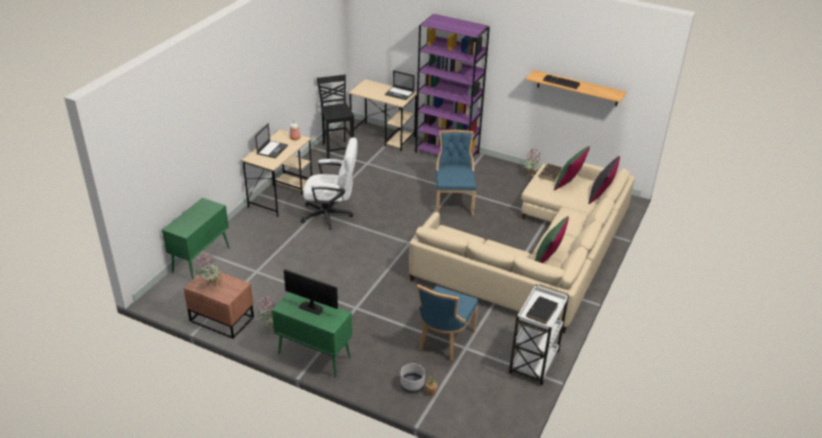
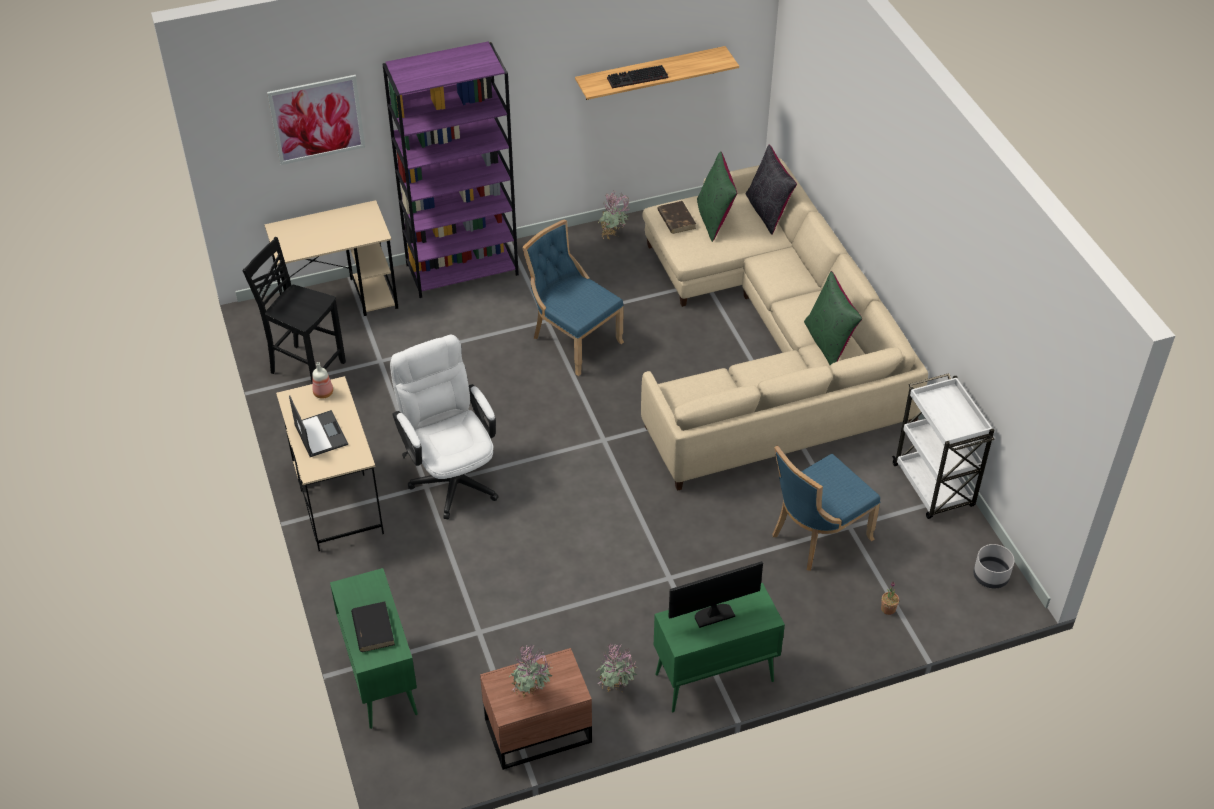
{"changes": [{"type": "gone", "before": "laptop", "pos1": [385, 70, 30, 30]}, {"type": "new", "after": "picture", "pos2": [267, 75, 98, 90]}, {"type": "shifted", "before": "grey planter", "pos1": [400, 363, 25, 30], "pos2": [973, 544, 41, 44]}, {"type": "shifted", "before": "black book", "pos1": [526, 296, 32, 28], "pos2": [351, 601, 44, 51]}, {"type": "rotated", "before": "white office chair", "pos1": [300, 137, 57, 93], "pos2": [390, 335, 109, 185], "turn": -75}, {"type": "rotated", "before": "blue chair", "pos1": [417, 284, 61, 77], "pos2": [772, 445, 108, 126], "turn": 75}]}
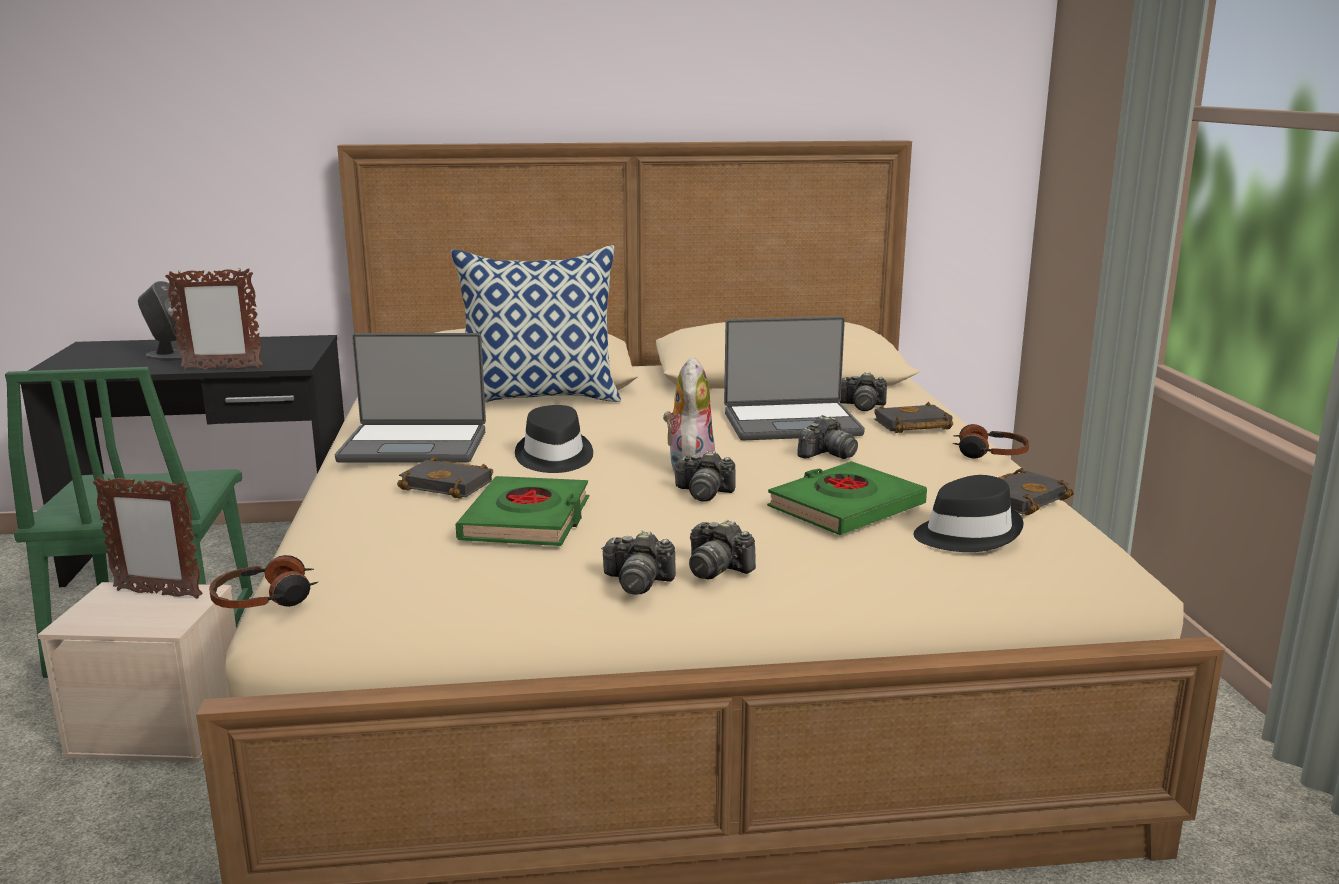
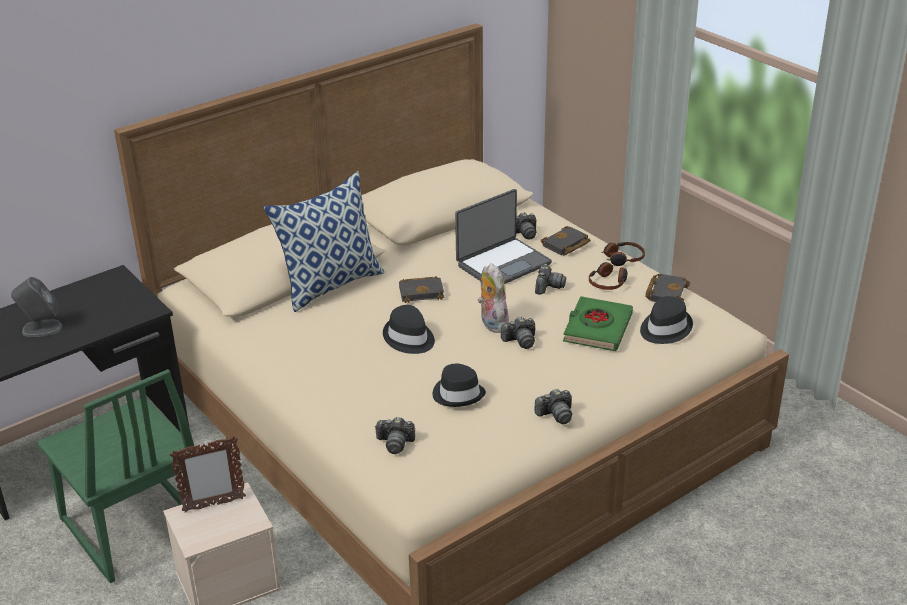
{"changes": [{"type": "gone", "before": "picture frame", "pos1": [165, 269, 98, 101]}, {"type": "gone", "before": "laptop", "pos1": [335, 333, 151, 129]}, {"type": "shifted", "before": "headphones", "pos1": [209, 555, 109, 54], "pos2": [589, 262, 39, 28]}, {"type": "shifted", "before": "black book", "pos1": [397, 457, 96, 42], "pos2": [399, 276, 45, 27]}, {"type": "shifted", "before": "photo camera", "pos1": [689, 520, 67, 60], "pos2": [374, 417, 41, 37]}, {"type": "swapped", "before": "green book", "after": "black hat", "pos1": [456, 476, 133, 70], "pos2": [432, 364, 54, 43]}]}
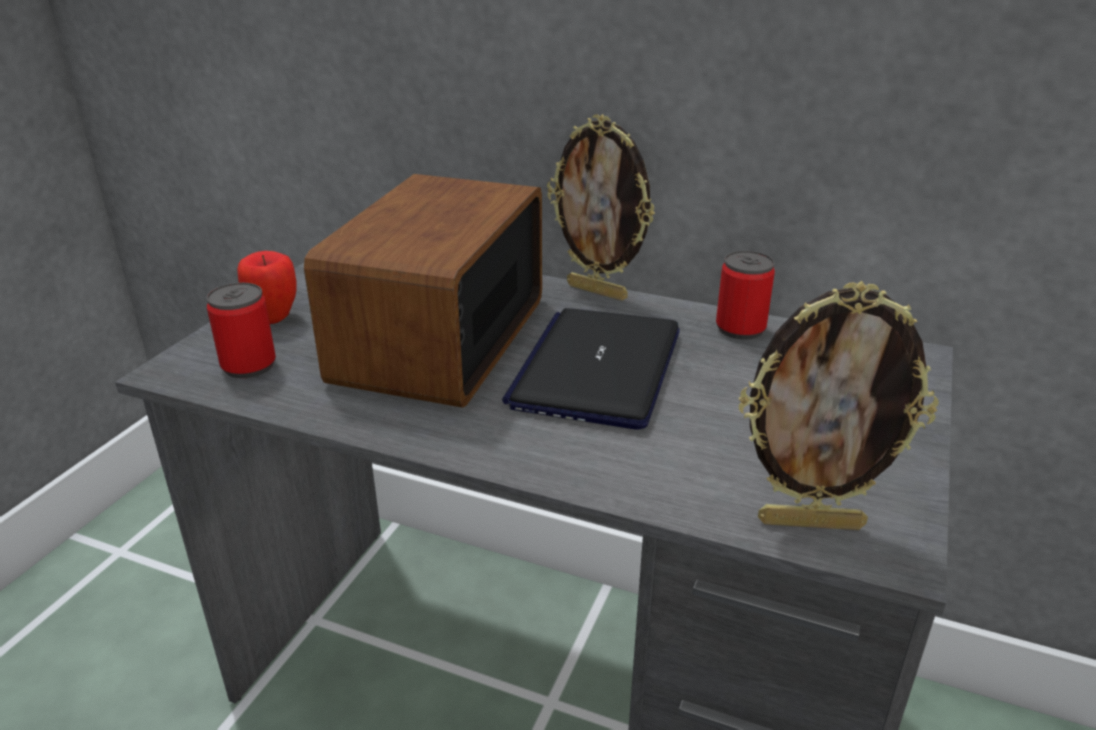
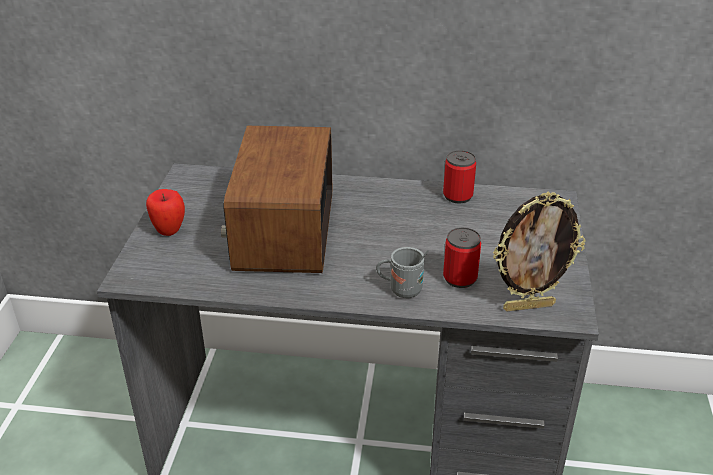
{"changes": [{"type": "gone", "before": "laptop", "pos1": [502, 308, 178, 121]}, {"type": "gone", "before": "picture frame", "pos1": [547, 114, 108, 187]}, {"type": "new", "after": "grey mug", "pos2": [376, 247, 53, 51]}, {"type": "shifted", "before": "can", "pos1": [207, 283, 69, 95], "pos2": [443, 227, 38, 61]}]}
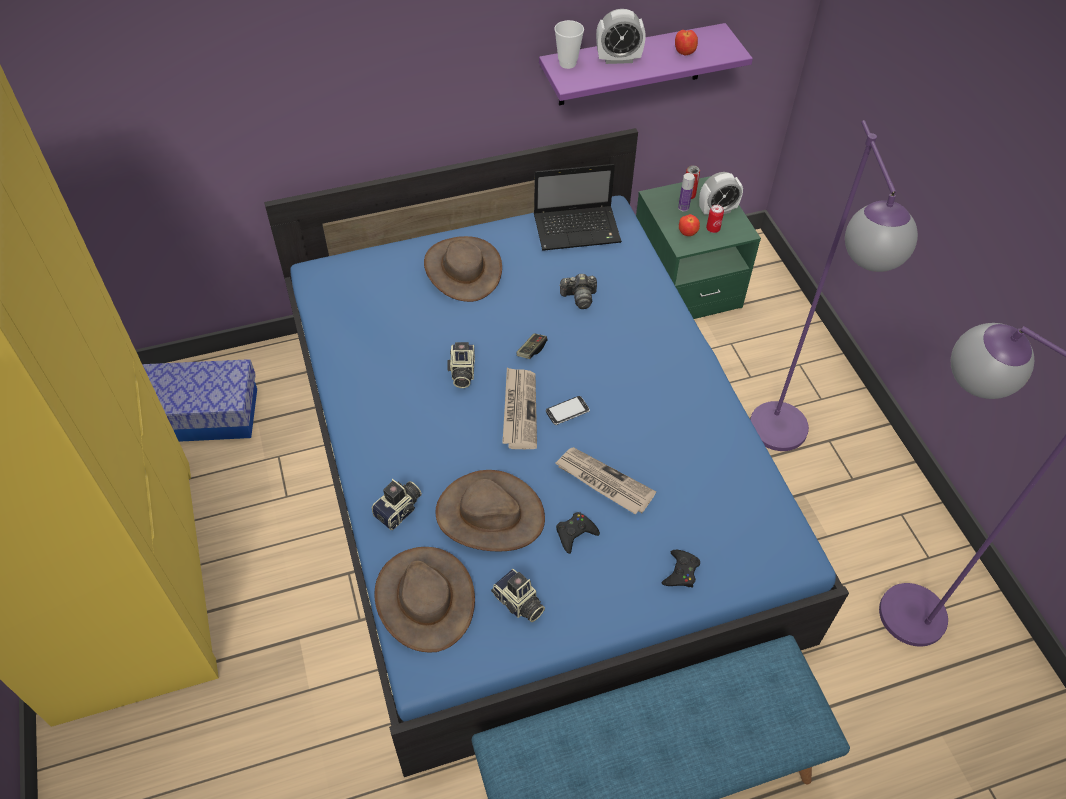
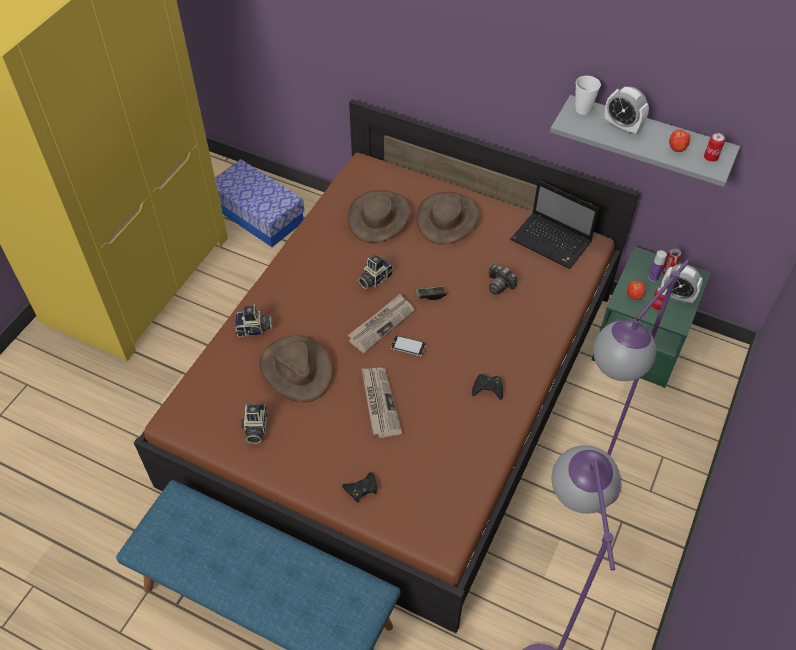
{"changes": [{"type": "new", "after": "can", "pos2": [704, 133, 21, 29]}, {"type": "shifted", "before": "brown hat", "pos1": [374, 547, 101, 105], "pos2": [348, 190, 63, 53]}, {"type": "shifted", "before": "black game controller", "pos1": [556, 512, 44, 42], "pos2": [472, 374, 31, 26]}, {"type": "repainted", "before": "blue bed", "after": "brown bed", "pos1": [264, 128, 585, 649], "pos2": [134, 99, 506, 534]}, {"type": "repainted", "before": "purple shelf", "after": "grey shelf", "pos1": [539, 23, 214, 82], "pos2": [550, 95, 190, 92]}]}
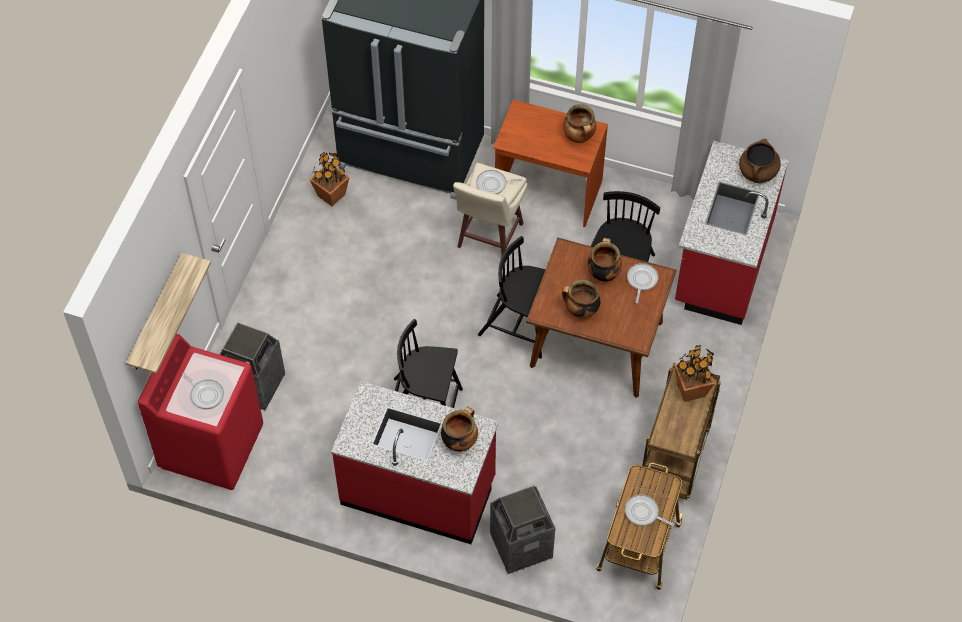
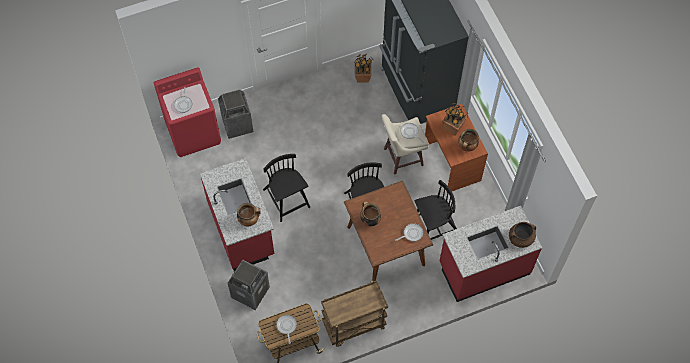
{"changes": [{"type": "gone", "before": "shelf", "pos1": [126, 253, 85, 121]}, {"type": "gone", "before": "cooking pot", "pos1": [588, 238, 34, 44]}, {"type": "shifted", "before": "potted plant", "pos1": [674, 345, 41, 57], "pos2": [443, 103, 25, 33]}]}
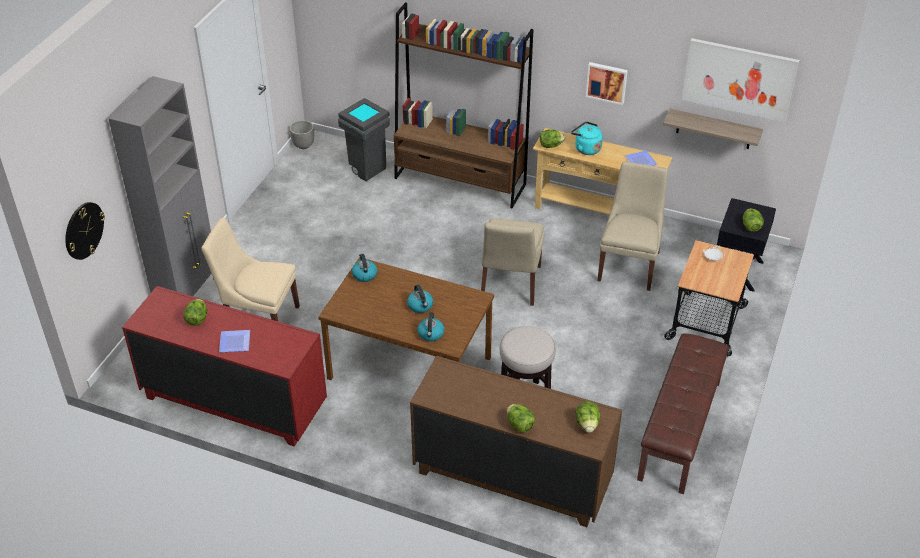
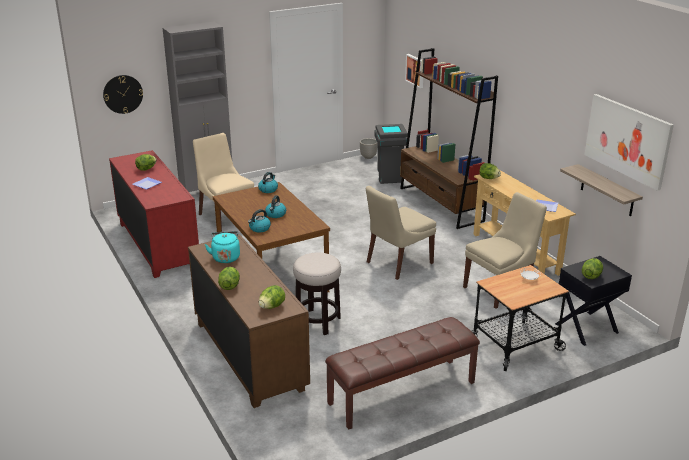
{"changes": [{"type": "shifted", "before": "turquoise kettle", "pos1": [571, 121, 32, 34], "pos2": [205, 231, 35, 32]}, {"type": "shifted", "before": "picture", "pos1": [586, 62, 42, 43], "pos2": [405, 54, 18, 34]}]}
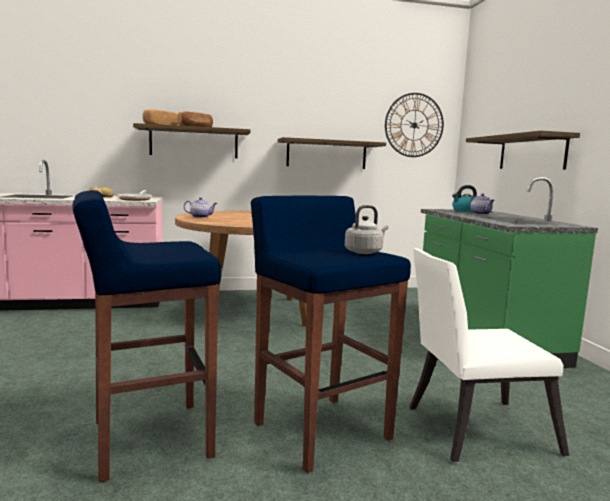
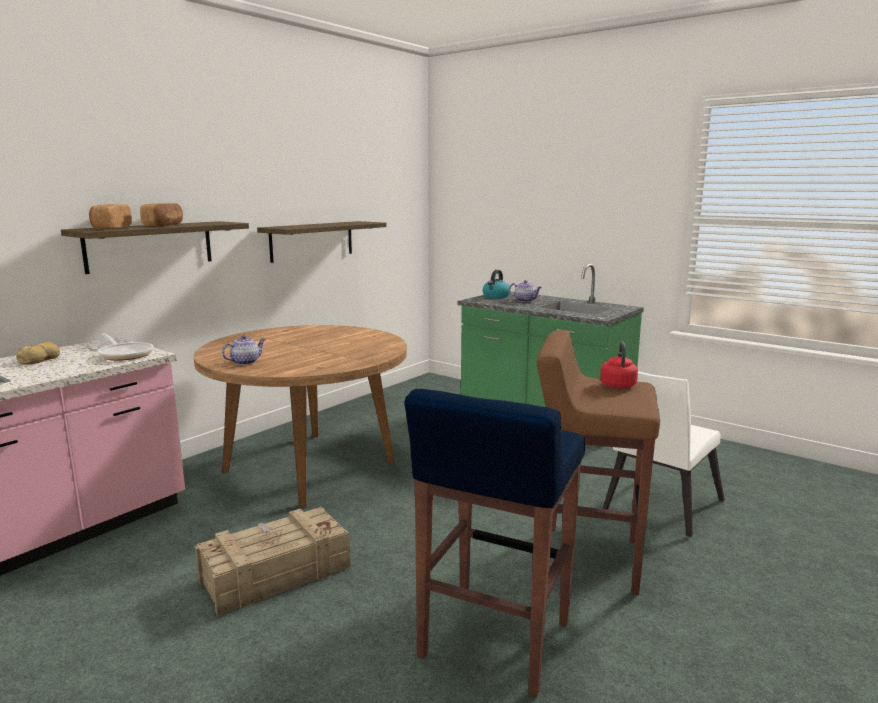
{"changes": [{"type": "gone", "before": "wall clock", "pos1": [385, 93, 59, 64]}, {"type": "gone", "before": "shelf", "pos1": [466, 131, 114, 38]}, {"type": "new", "after": "crate", "pos2": [195, 507, 156, 109]}, {"type": "repainted", "before": "blue stool", "after": "brown stool", "pos1": [251, 196, 160, 277], "pos2": [536, 330, 124, 265]}, {"type": "repainted", "before": "grey kettle", "after": "red kettle", "pos1": [345, 205, 43, 49], "pos2": [600, 342, 38, 46]}]}
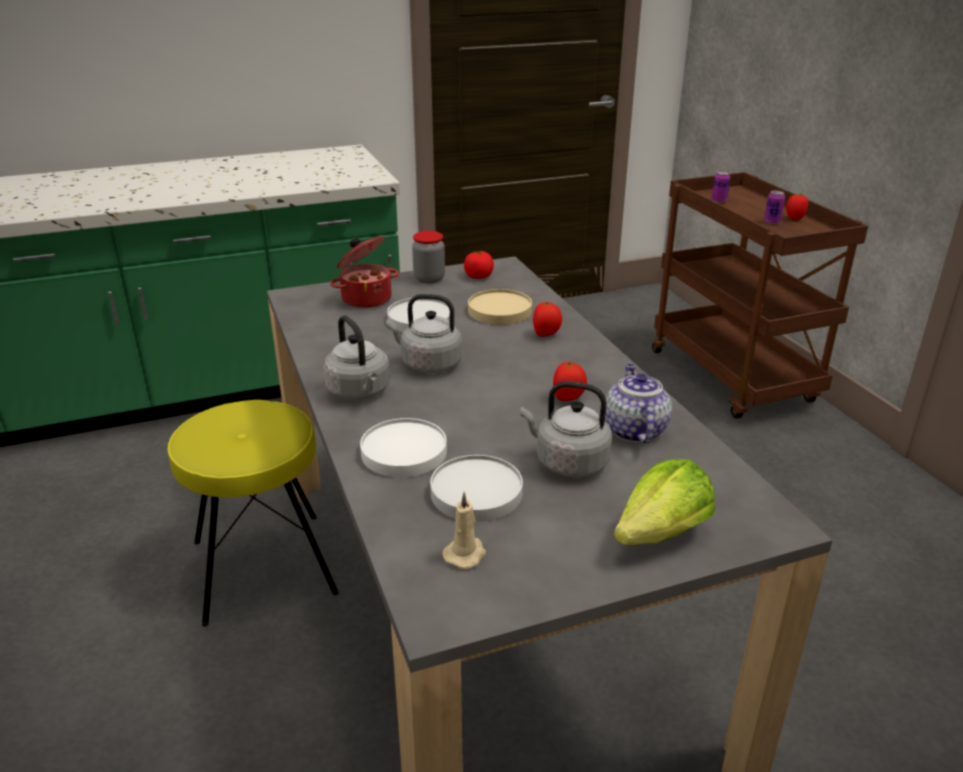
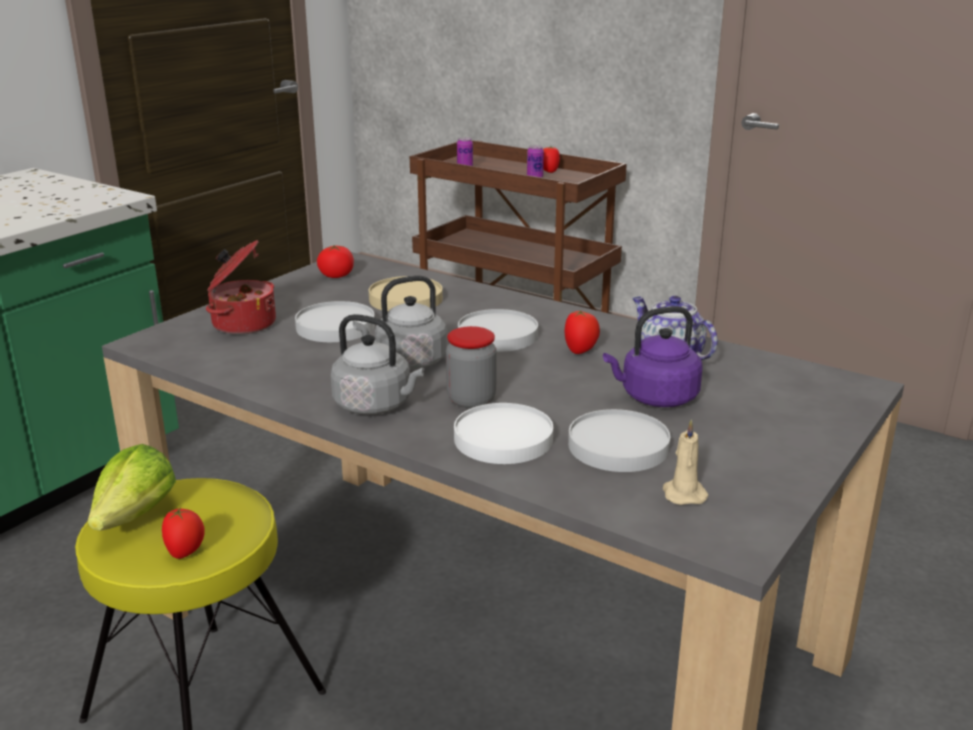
{"changes": [{"type": "new", "after": "white plate", "pos2": [458, 309, 80, 43]}, {"type": "shifted", "before": "jar", "pos1": [412, 231, 33, 53], "pos2": [446, 326, 51, 82]}, {"type": "shifted", "before": "tomato", "pos1": [533, 302, 29, 35], "pos2": [162, 507, 43, 52]}, {"type": "shifted", "before": "lettuce", "pos1": [614, 459, 101, 86], "pos2": [88, 444, 88, 87]}, {"type": "repainted", "before": "grey kettle", "after": "purple kettle", "pos1": [520, 381, 92, 96], "pos2": [603, 306, 99, 101]}]}
